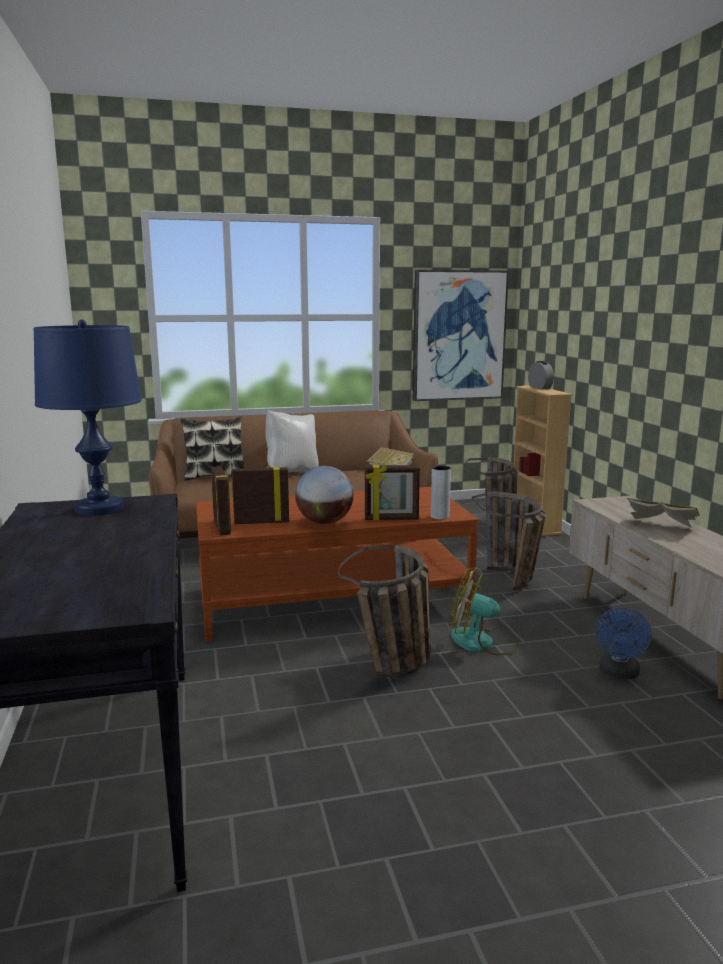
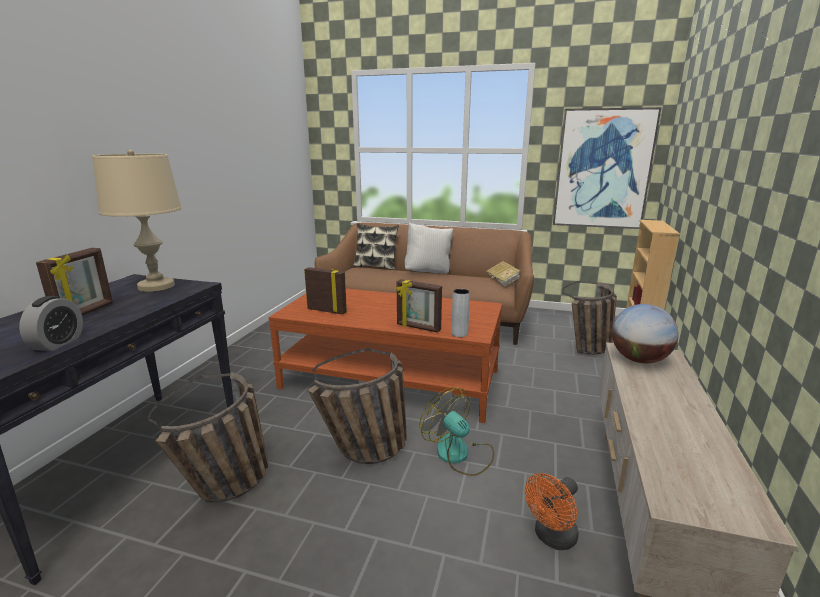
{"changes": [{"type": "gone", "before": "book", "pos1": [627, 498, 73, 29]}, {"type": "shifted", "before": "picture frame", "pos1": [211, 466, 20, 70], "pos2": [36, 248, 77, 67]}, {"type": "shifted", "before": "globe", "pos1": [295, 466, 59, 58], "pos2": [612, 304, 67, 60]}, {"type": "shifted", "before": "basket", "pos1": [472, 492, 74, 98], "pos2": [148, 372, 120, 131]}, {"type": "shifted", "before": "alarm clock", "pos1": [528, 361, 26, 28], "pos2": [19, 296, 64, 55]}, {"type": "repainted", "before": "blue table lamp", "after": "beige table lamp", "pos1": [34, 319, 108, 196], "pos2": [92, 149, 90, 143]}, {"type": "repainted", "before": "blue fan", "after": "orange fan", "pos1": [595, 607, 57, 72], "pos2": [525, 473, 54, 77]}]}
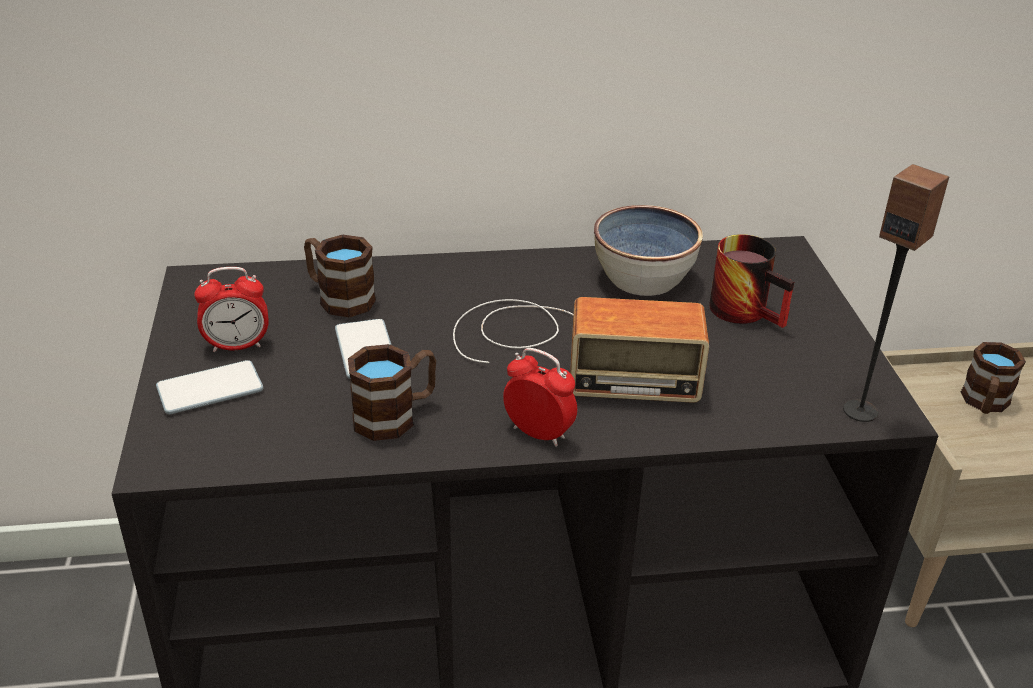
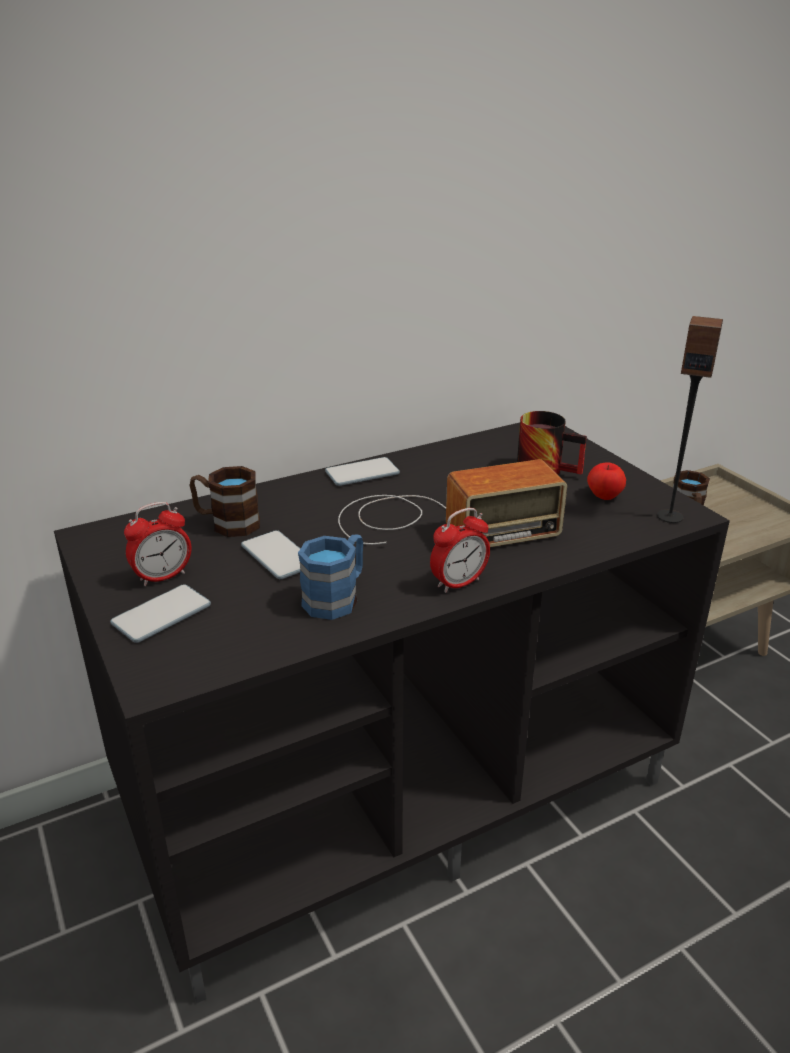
{"changes": [{"type": "gone", "before": "bowl", "pos1": [594, 205, 109, 91]}, {"type": "new", "after": "phone", "pos2": [325, 457, 75, 29]}, {"type": "new", "after": "apple", "pos2": [587, 462, 39, 38]}, {"type": "repainted", "before": "brown mug", "after": "blue mug", "pos1": [348, 344, 88, 97], "pos2": [298, 534, 65, 86]}, {"type": "rotated", "before": "alarm clock", "pos1": [503, 348, 74, 99], "pos2": [430, 508, 60, 85], "turn": 135}]}
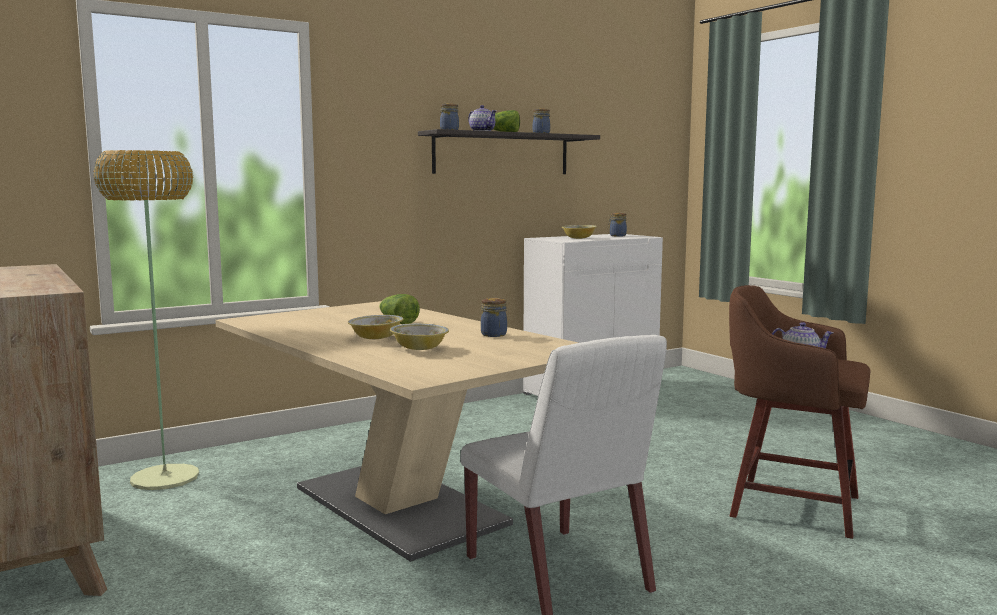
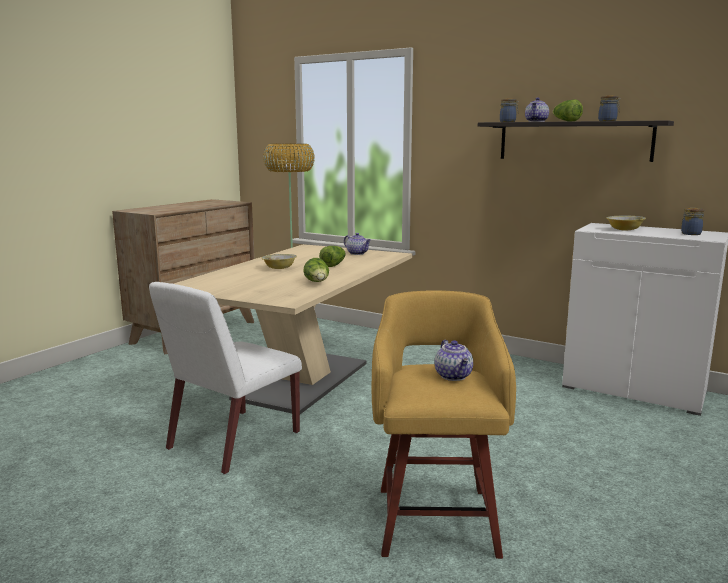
{"changes": [{"type": "gone", "before": "bowl", "pos1": [390, 323, 59, 27]}, {"type": "new", "after": "teapot", "pos2": [344, 233, 27, 22]}, {"type": "swapped", "before": "jar", "after": "lettuce", "pos1": [481, 298, 26, 39], "pos2": [303, 258, 26, 24]}, {"type": "repainted", "before": "brown stool", "after": "yellow stool", "pos1": [729, 285, 142, 254], "pos2": [371, 290, 145, 269]}]}
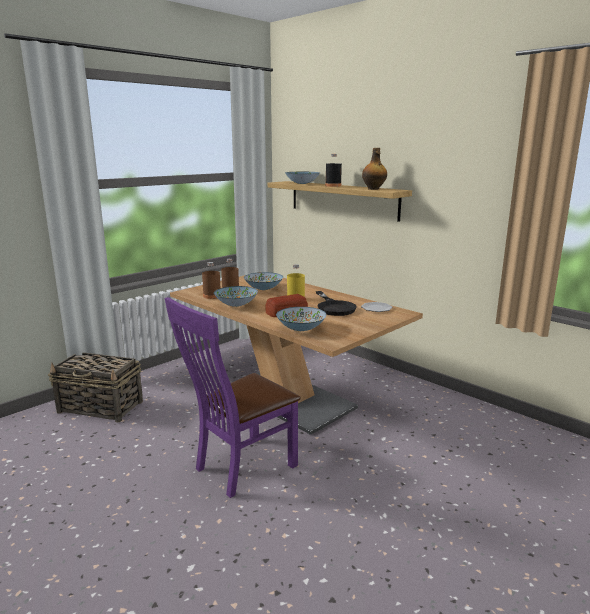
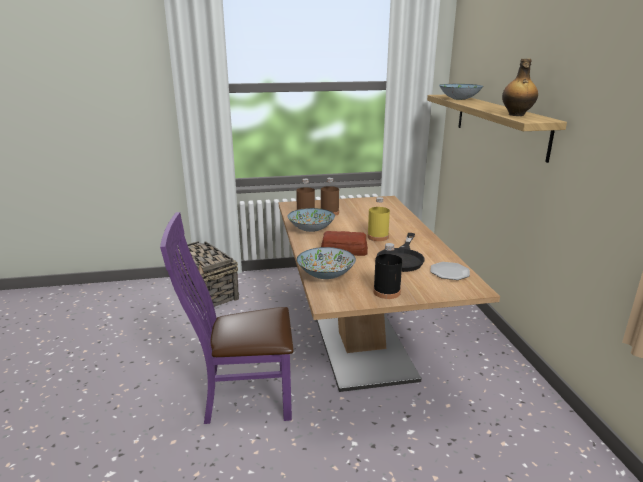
{"changes": [{"type": "gone", "before": "bowl", "pos1": [244, 272, 39, 18]}, {"type": "shifted", "before": "black bottle", "pos1": [325, 154, 17, 33], "pos2": [373, 243, 29, 56]}]}
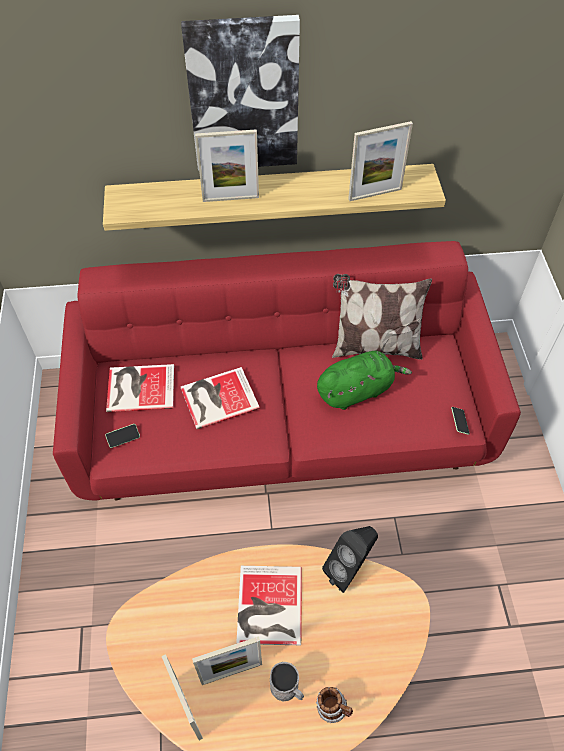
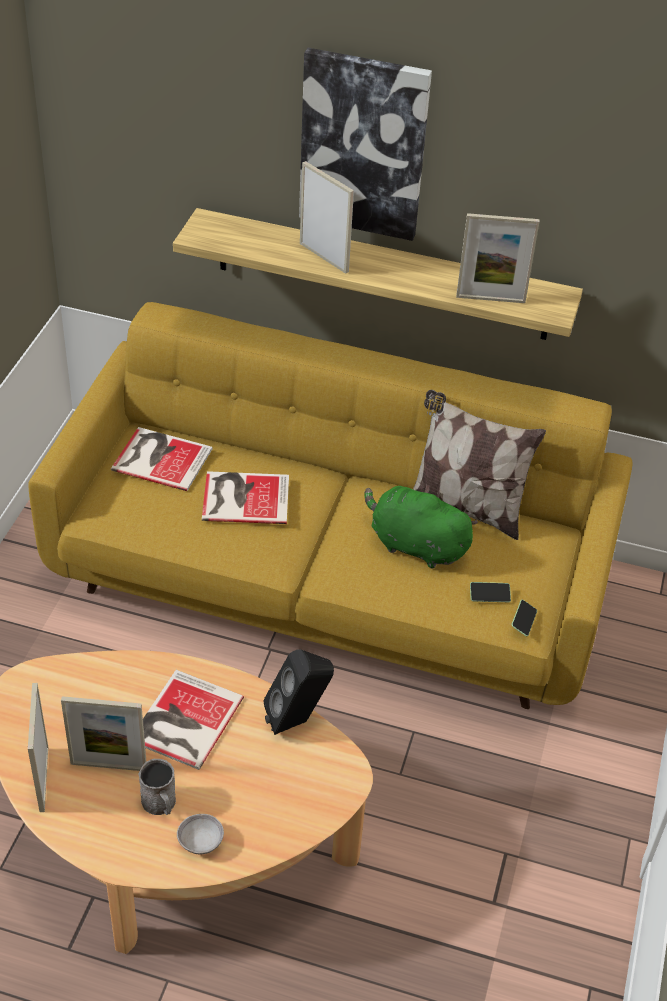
{"changes": [{"type": "shifted", "before": "phone", "pos1": [105, 424, 35, 24], "pos2": [470, 582, 41, 20]}, {"type": "swapped", "before": "mug", "after": "grey bowl", "pos1": [316, 687, 37, 36], "pos2": [177, 814, 47, 40]}, {"type": "repainted", "before": "red sofa", "after": "yellow sofa", "pos1": [53, 241, 468, 259], "pos2": [28, 302, 605, 407]}, {"type": "rotated", "before": "picture frame", "pos1": [195, 129, 64, 73], "pos2": [300, 161, 54, 113], "turn": -150}, {"type": "rotated", "before": "green plush toy", "pos1": [317, 351, 95, 59], "pos2": [364, 484, 114, 84], "turn": -150}]}
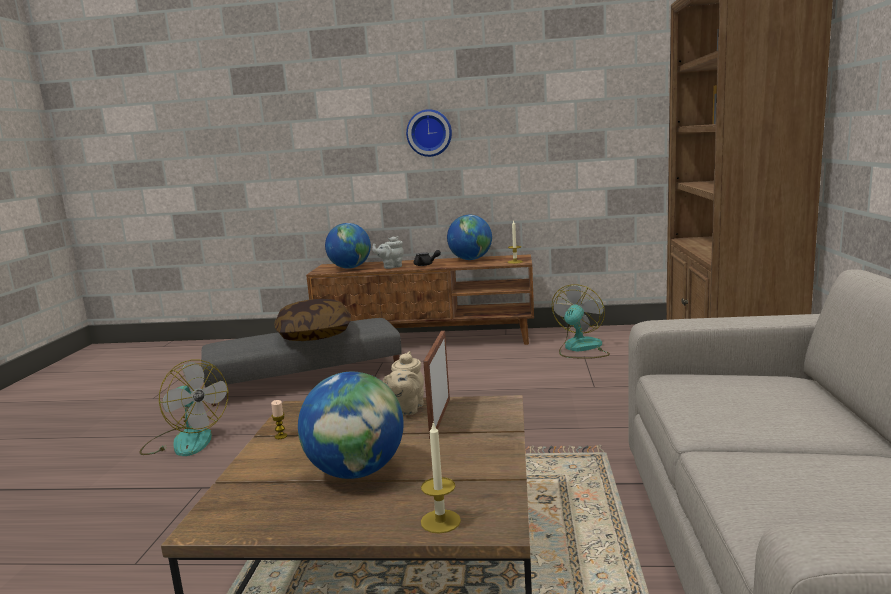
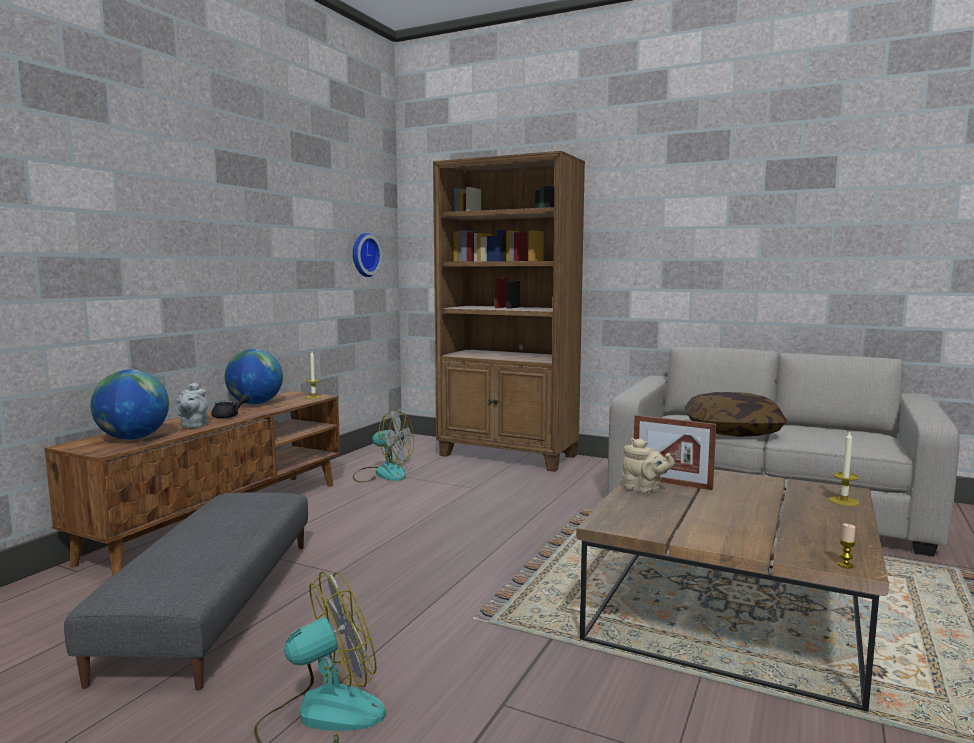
{"changes": [{"type": "gone", "before": "globe", "pos1": [298, 372, 106, 107]}, {"type": "shifted", "before": "candle", "pos1": [271, 400, 16, 39], "pos2": [838, 523, 18, 46]}, {"type": "shifted", "before": "pillow", "pos1": [274, 299, 77, 42], "pos2": [684, 392, 103, 45]}, {"type": "shifted", "before": "wall clock", "pos1": [406, 109, 46, 48], "pos2": [353, 233, 29, 44]}, {"type": "rotated", "before": "fan", "pos1": [552, 284, 58, 75], "pos2": [353, 409, 61, 73], "turn": 150}]}
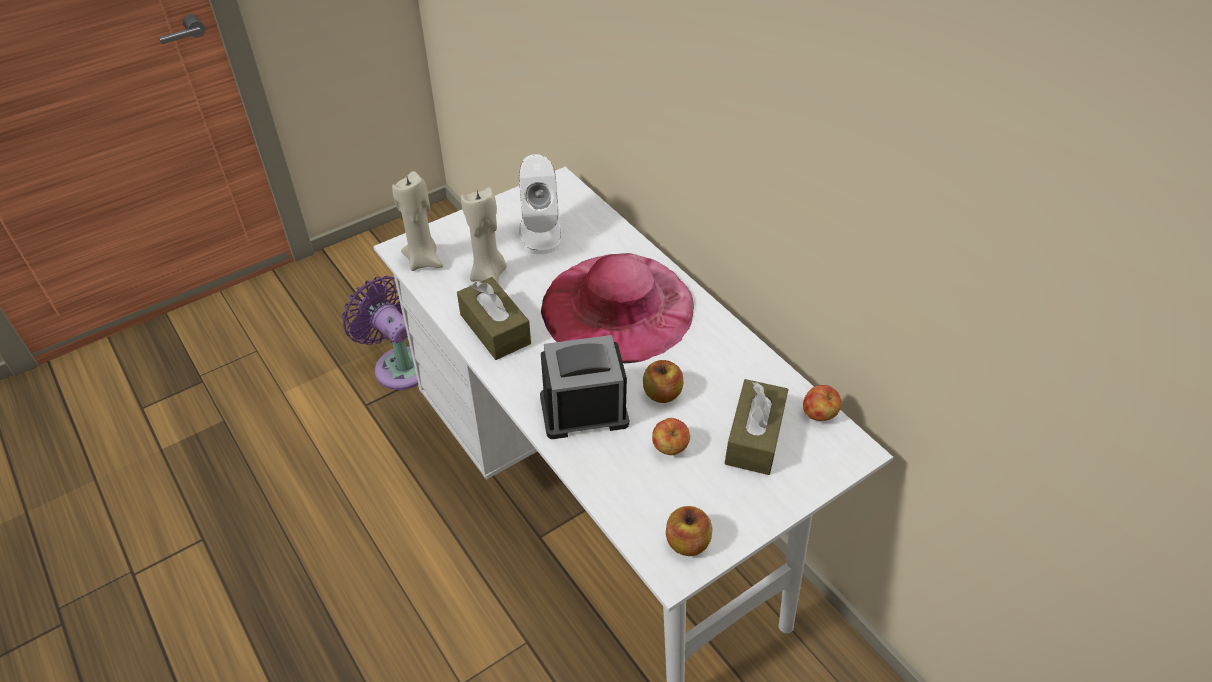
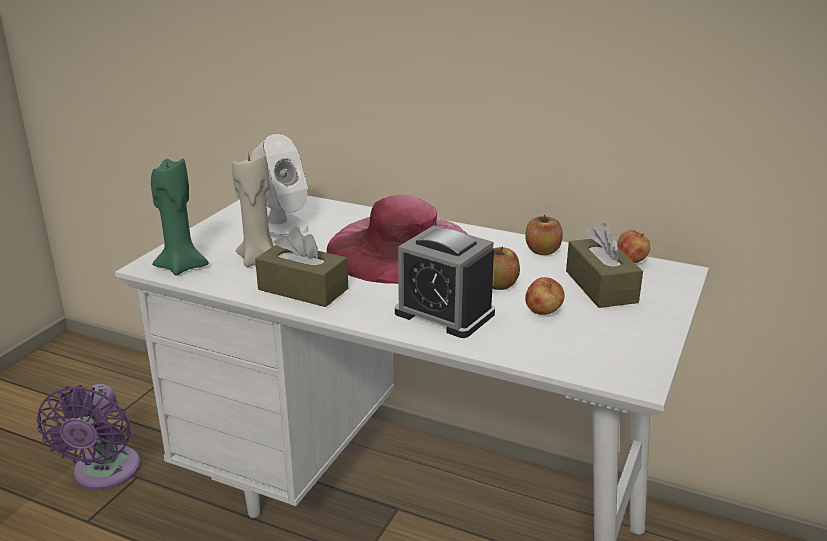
{"changes": [{"type": "shifted", "before": "apple", "pos1": [666, 506, 46, 50], "pos2": [525, 215, 38, 40]}, {"type": "repainted", "before": "beige candle", "after": "green candle", "pos1": [392, 171, 51, 100], "pos2": [151, 158, 58, 118]}, {"type": "rotated", "before": "purple fan", "pos1": [342, 276, 76, 114], "pos2": [37, 384, 103, 106], "turn": -105}, {"type": "rotated", "before": "alarm clock", "pos1": [540, 335, 89, 104], "pos2": [395, 225, 100, 113], "turn": -105}]}
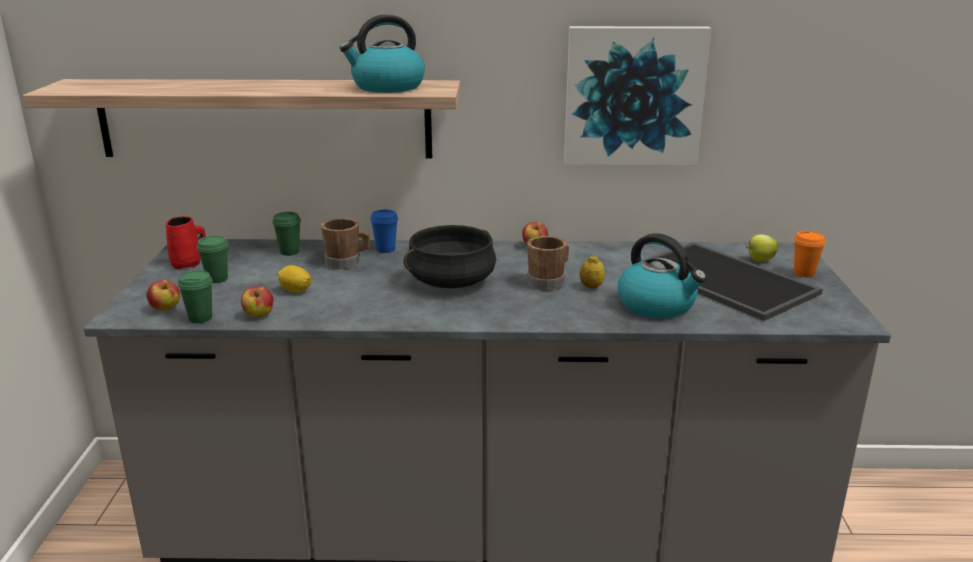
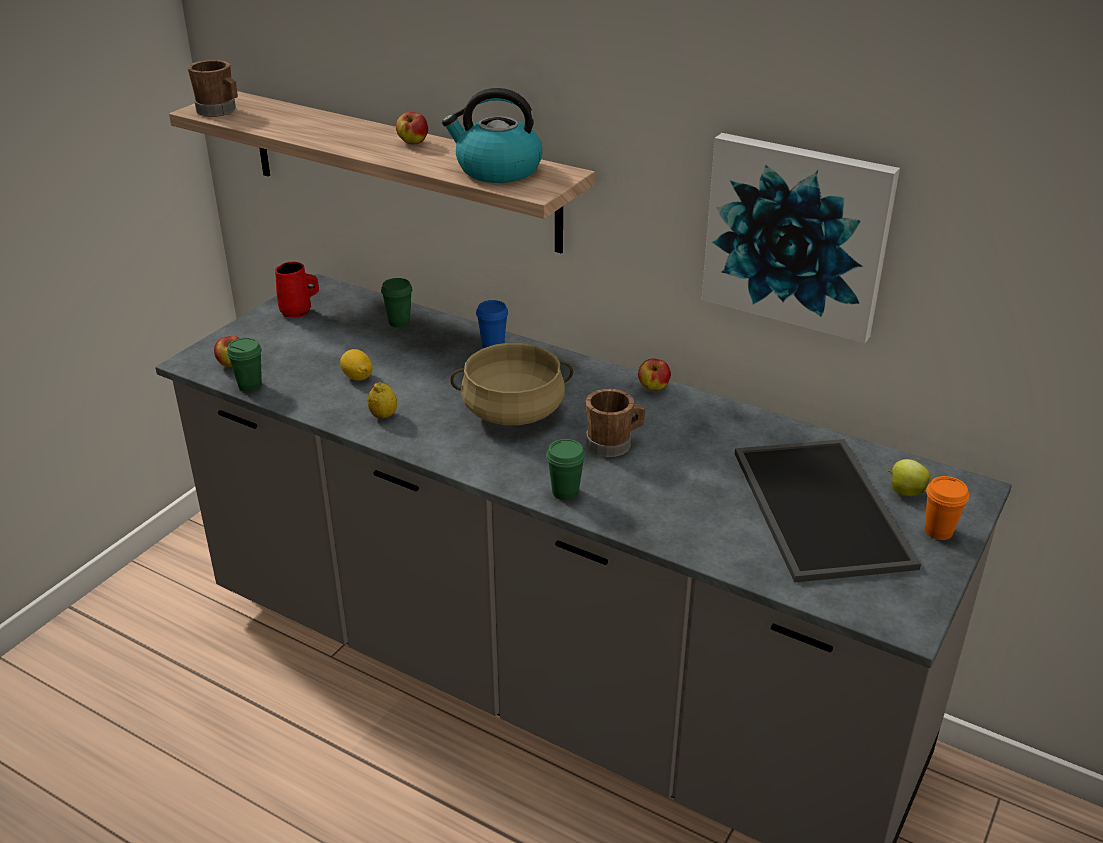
{"changes": [{"type": "gone", "before": "kettle", "pos1": [618, 233, 88, 85]}, {"type": "shifted", "before": "green cup", "pos1": [197, 236, 31, 47], "pos2": [546, 439, 39, 61]}, {"type": "shifted", "before": "apple", "pos1": [241, 287, 32, 30], "pos2": [396, 112, 32, 32]}, {"type": "shifted", "before": "brown mug", "pos1": [321, 218, 48, 51], "pos2": [187, 60, 51, 57]}, {"type": "shifted", "before": "lemon", "pos1": [580, 255, 25, 34], "pos2": [368, 382, 29, 37]}, {"type": "repainted", "before": "black cooking pot", "after": "beige cooking pot", "pos1": [403, 225, 93, 63], "pos2": [450, 343, 123, 83]}]}
